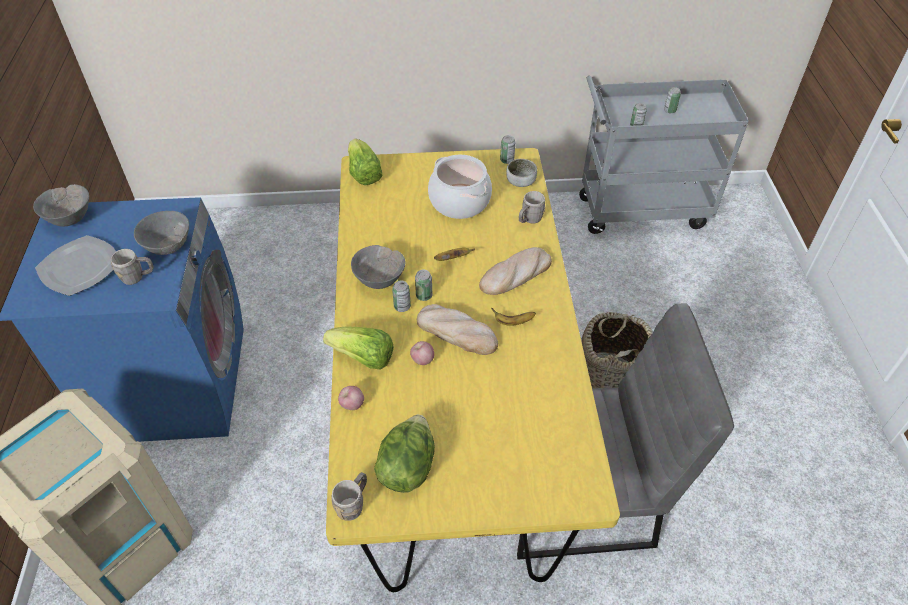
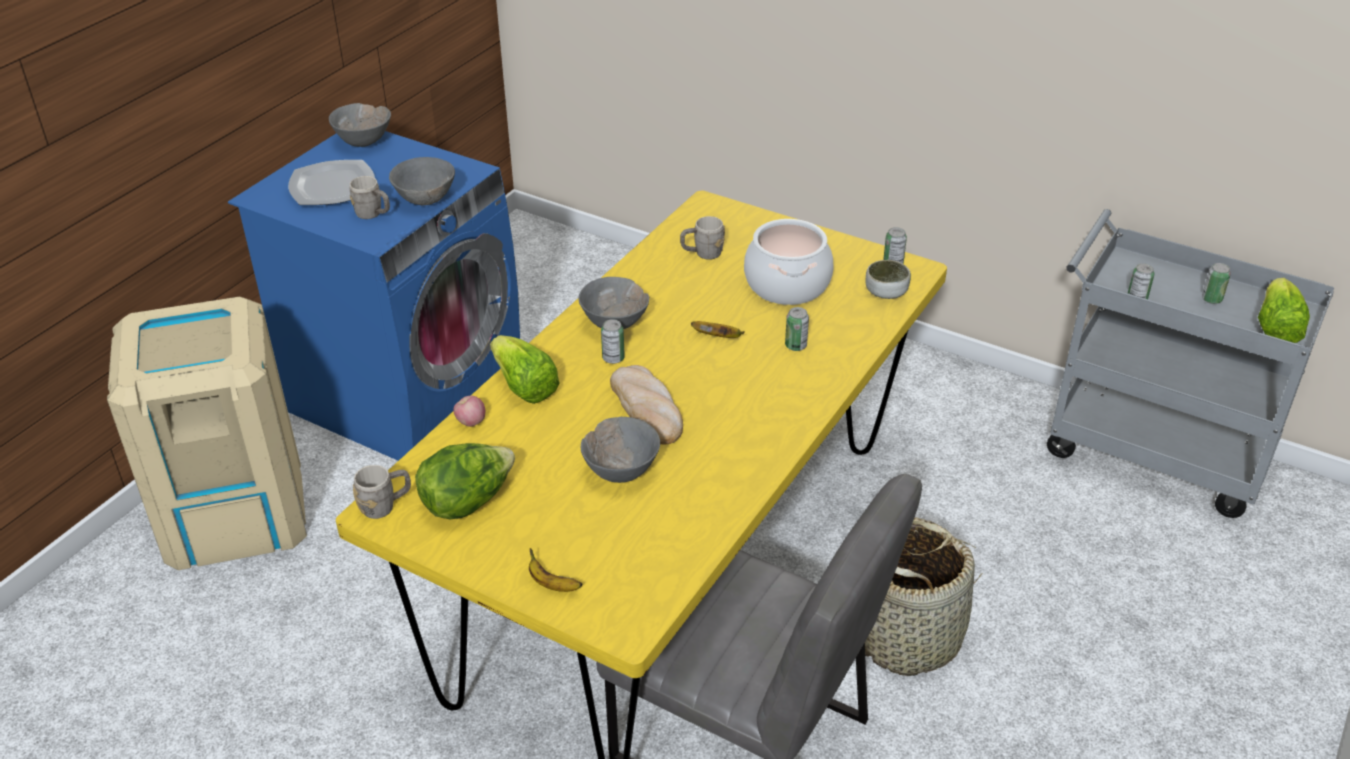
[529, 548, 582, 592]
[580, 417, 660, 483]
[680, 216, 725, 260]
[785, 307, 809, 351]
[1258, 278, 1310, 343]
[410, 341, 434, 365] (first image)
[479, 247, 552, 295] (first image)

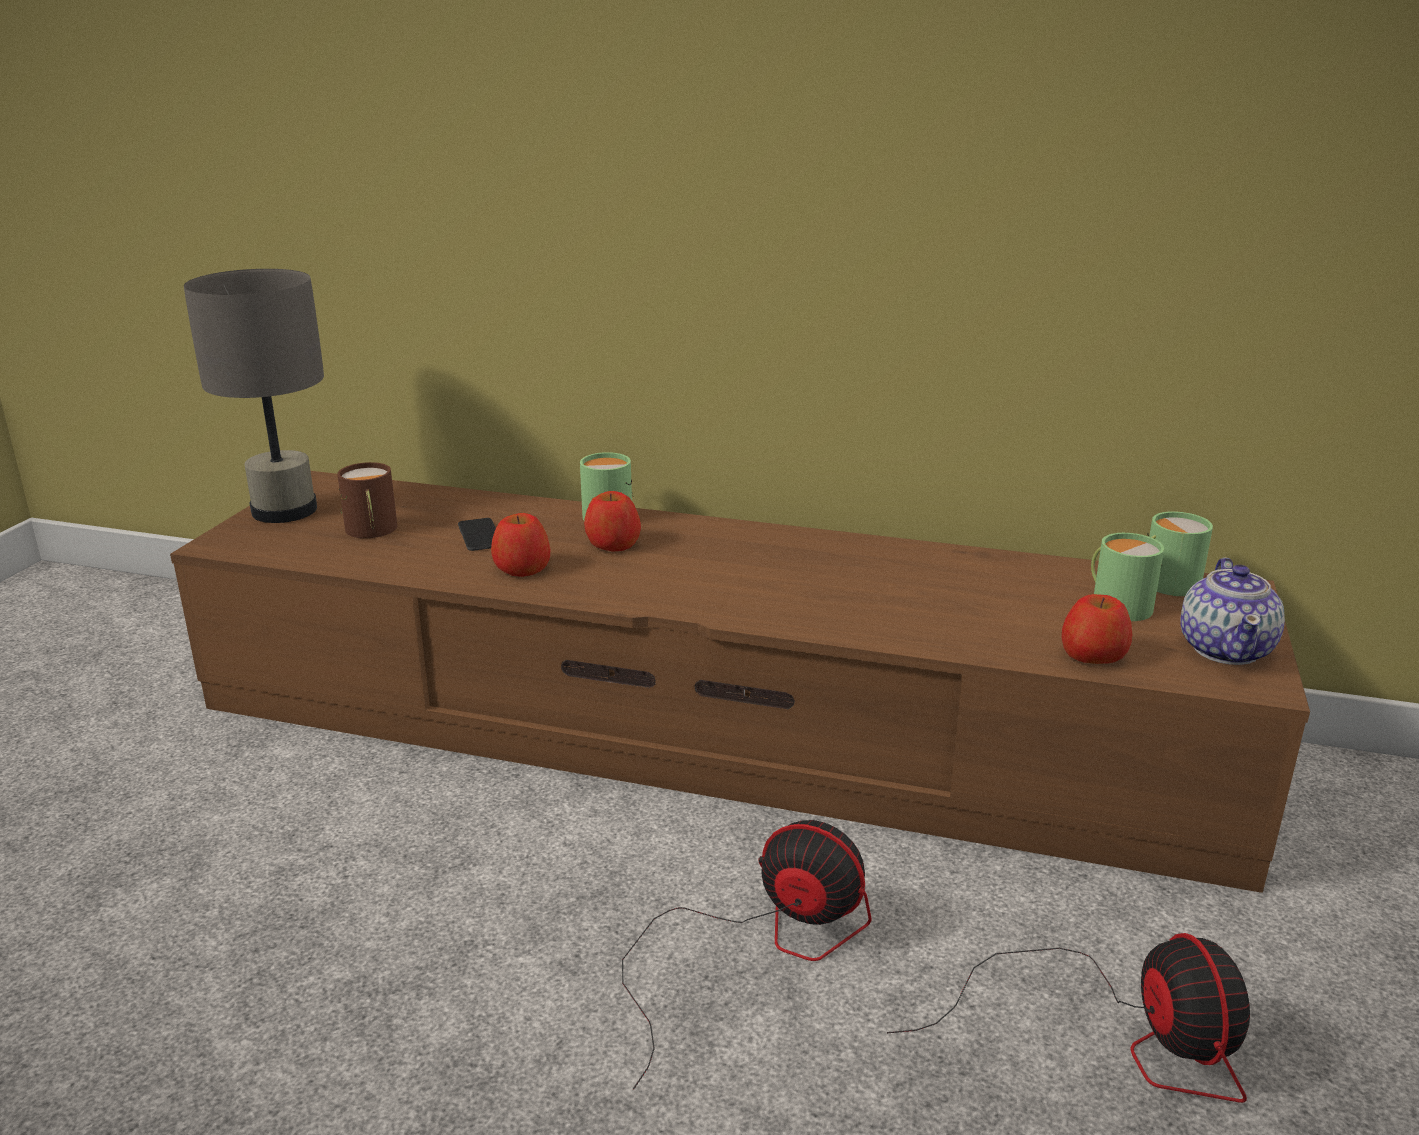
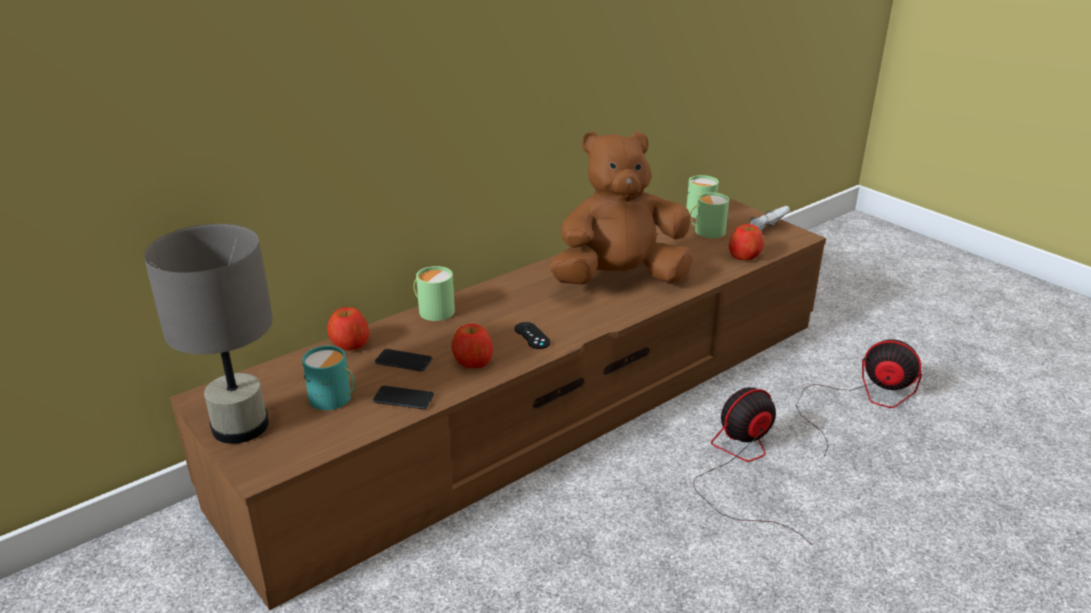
[302, 346, 356, 410]
[327, 307, 369, 351]
[373, 386, 434, 409]
[515, 322, 551, 349]
[550, 131, 693, 285]
[750, 206, 790, 231]

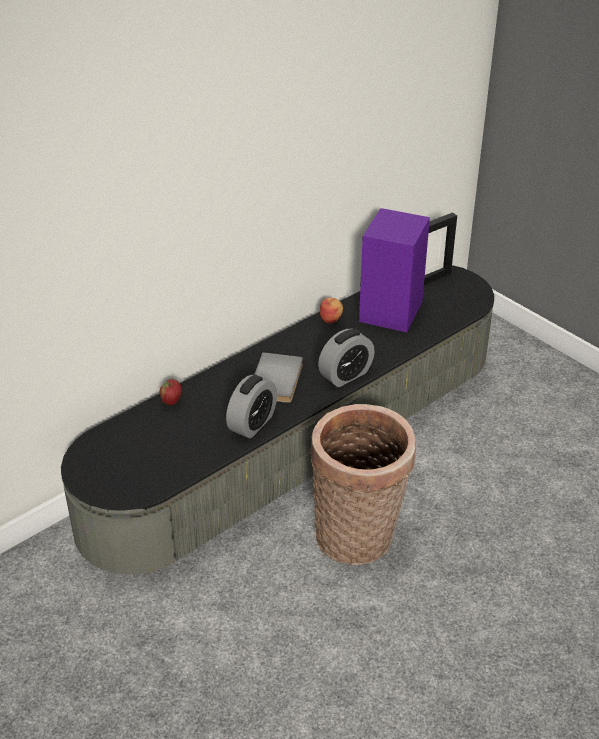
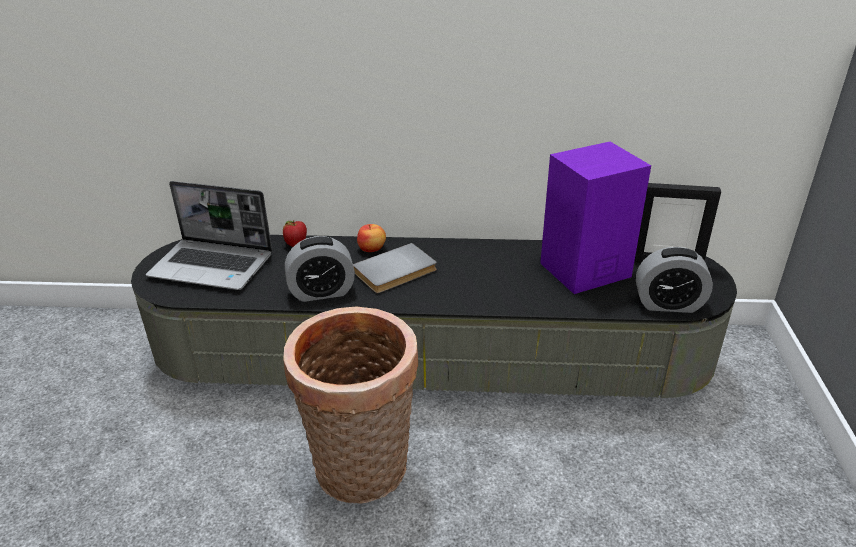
[146, 181, 272, 290]
[357, 224, 386, 252]
[636, 247, 713, 313]

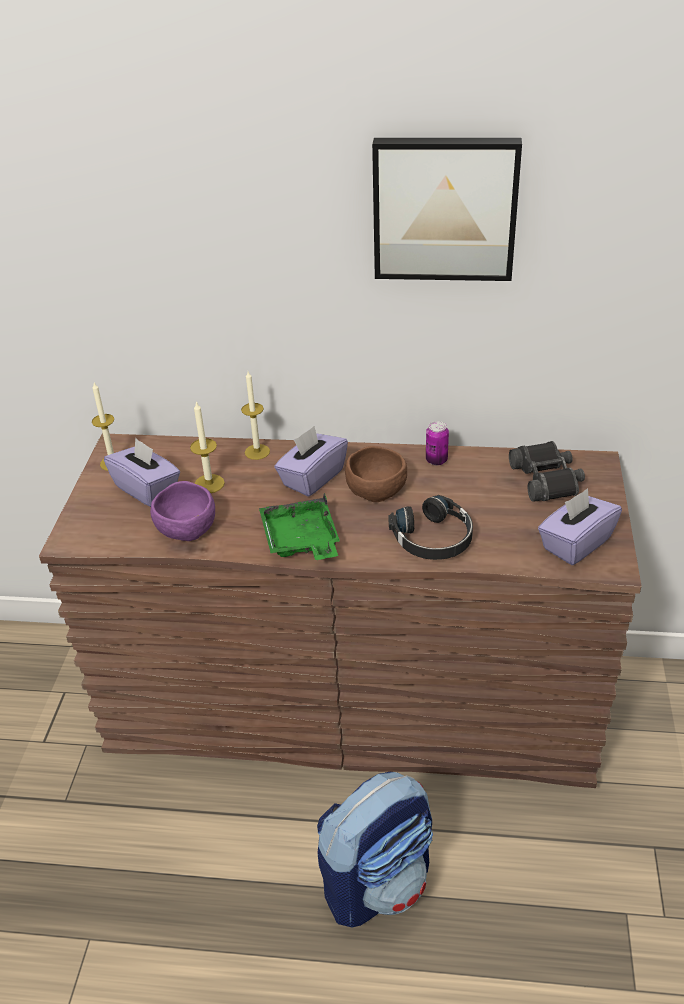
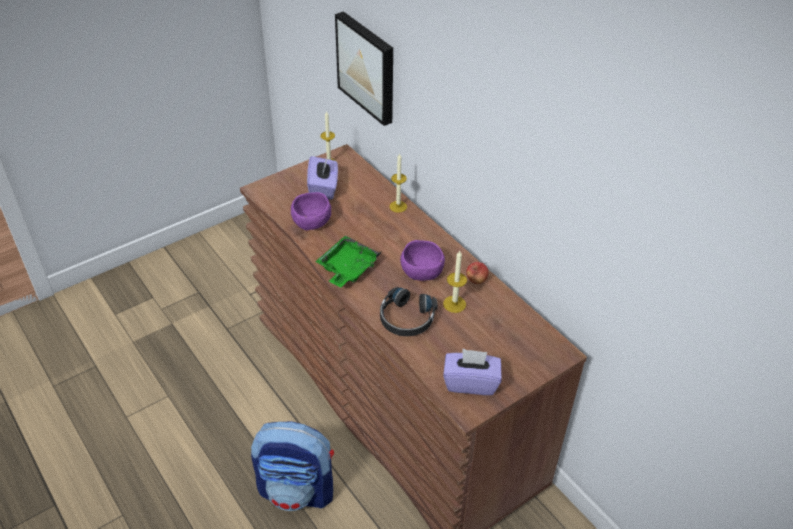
[335, 11, 393, 126]
[400, 240, 445, 281]
[443, 251, 467, 313]
[466, 262, 488, 284]
[274, 426, 348, 497] (first image)
[509, 441, 585, 502] (first image)

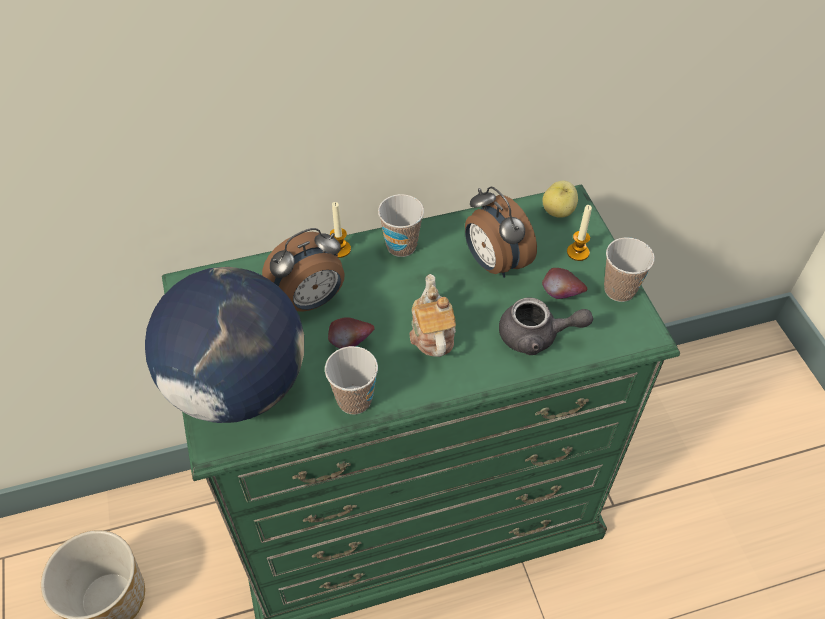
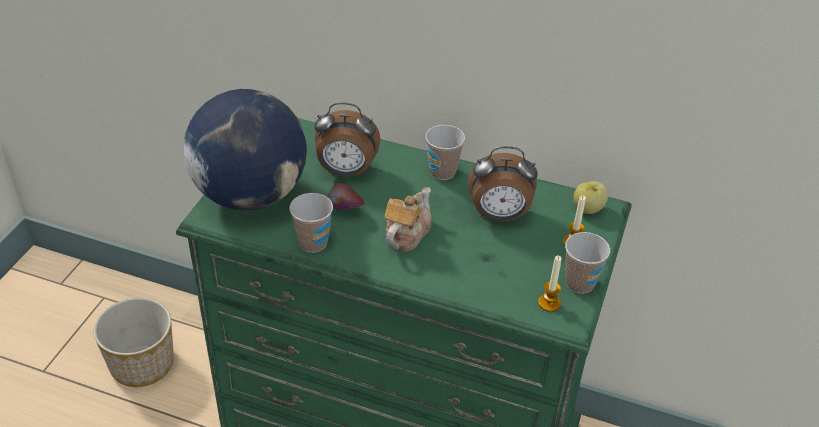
[468, 146, 538, 222]
[538, 255, 561, 312]
[499, 298, 593, 355] (first image)
[542, 268, 587, 299] (first image)

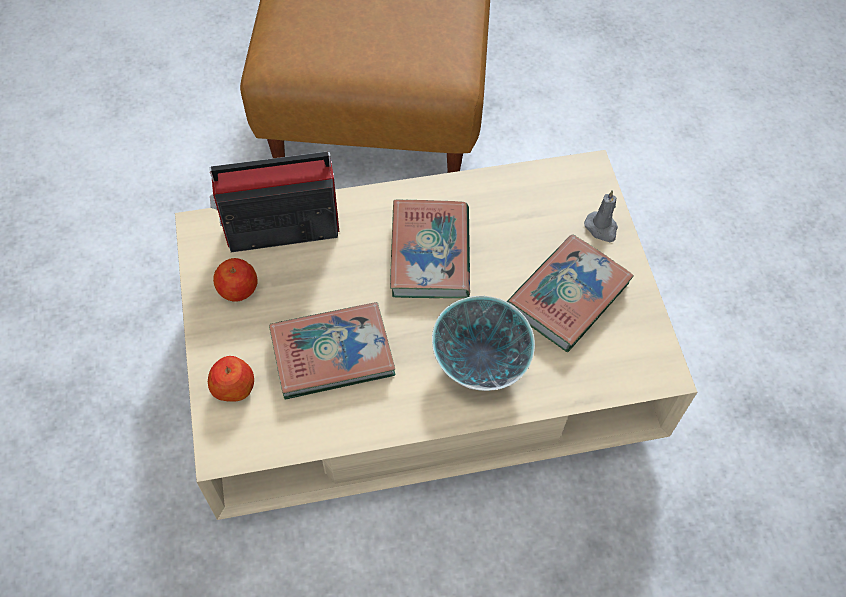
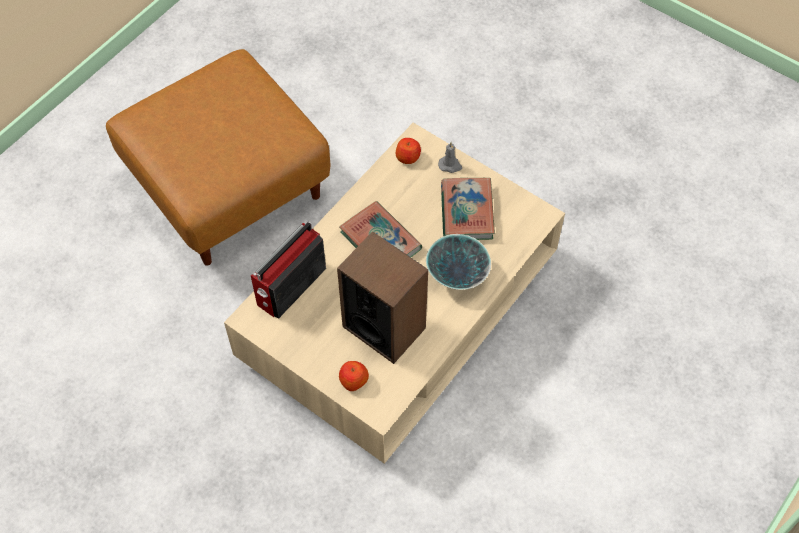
[337, 231, 428, 364]
[396, 138, 421, 164]

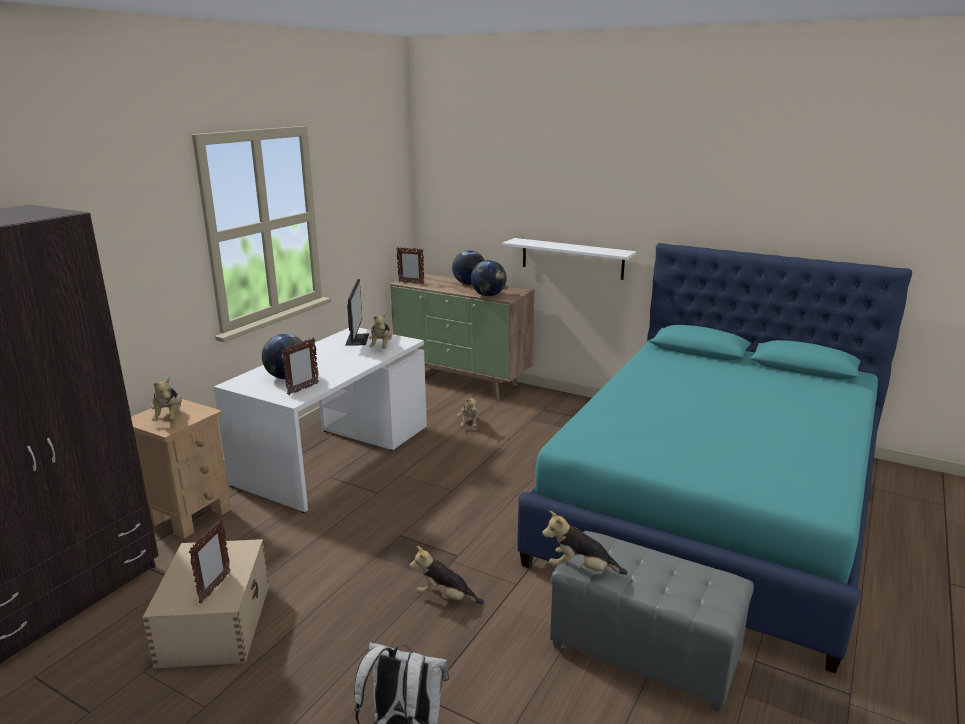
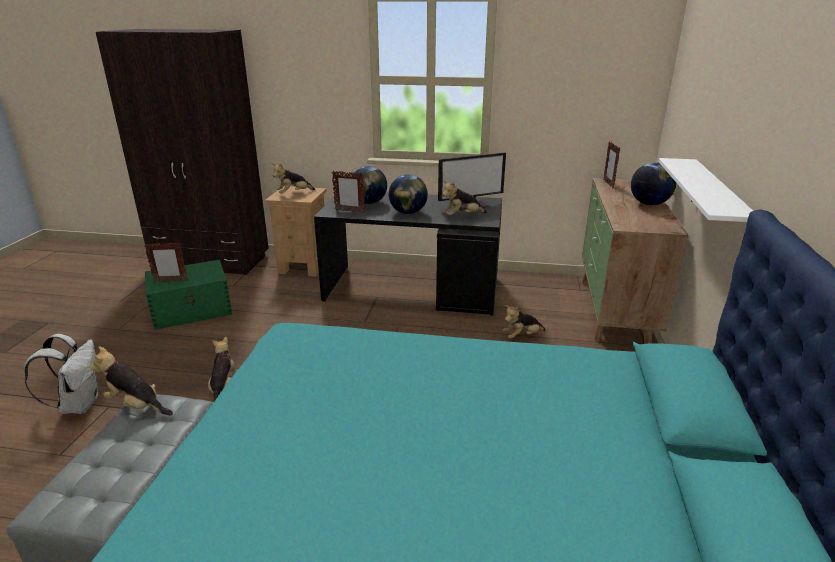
[90, 346, 173, 415]
[145, 260, 232, 330]
[314, 192, 502, 315]
[389, 174, 428, 214]

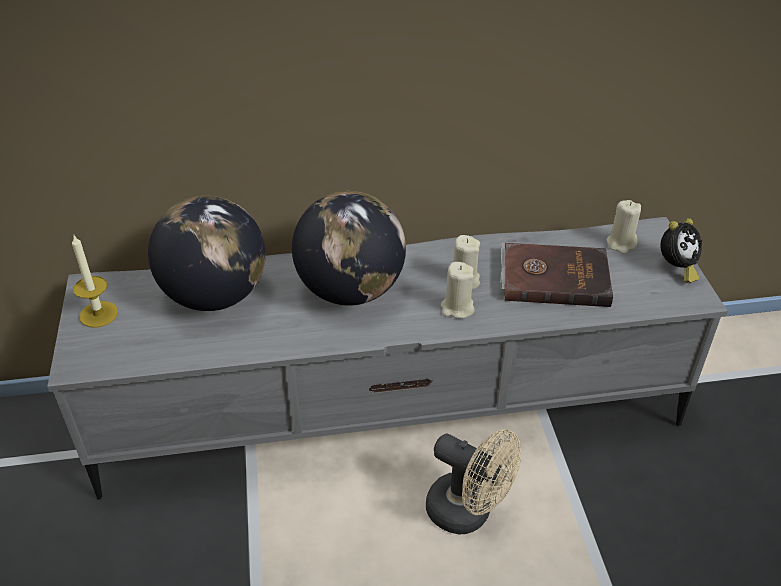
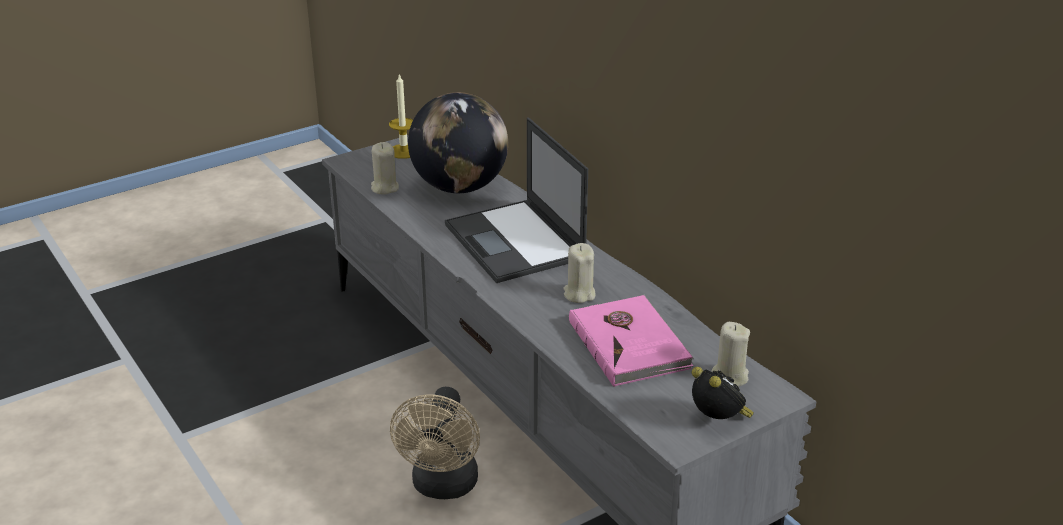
[371, 142, 399, 195]
[445, 118, 588, 283]
[569, 295, 694, 387]
[691, 367, 754, 419]

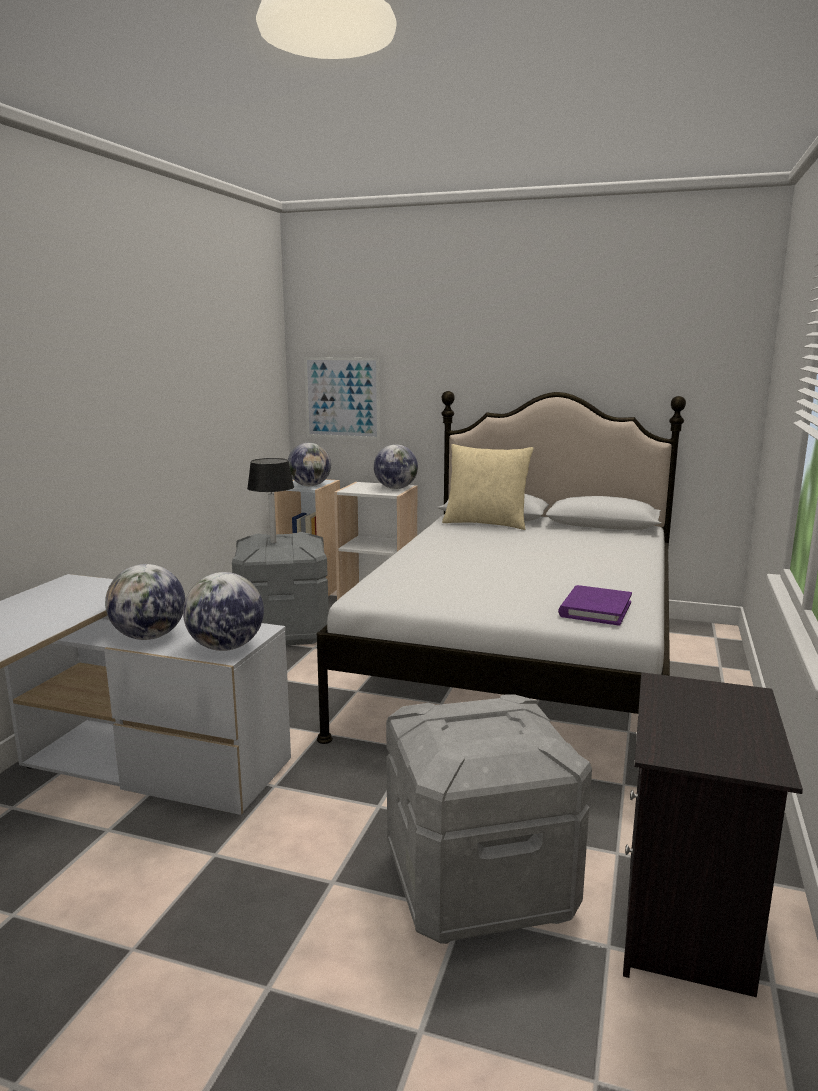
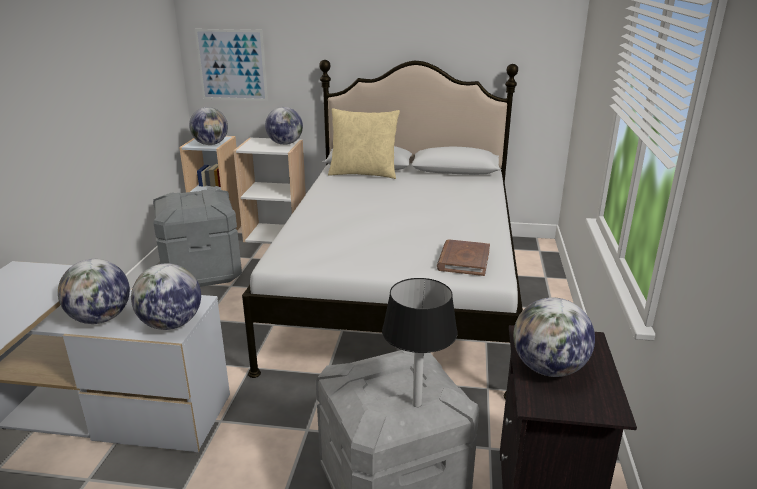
[382, 278, 458, 407]
[437, 239, 490, 276]
[513, 298, 595, 377]

